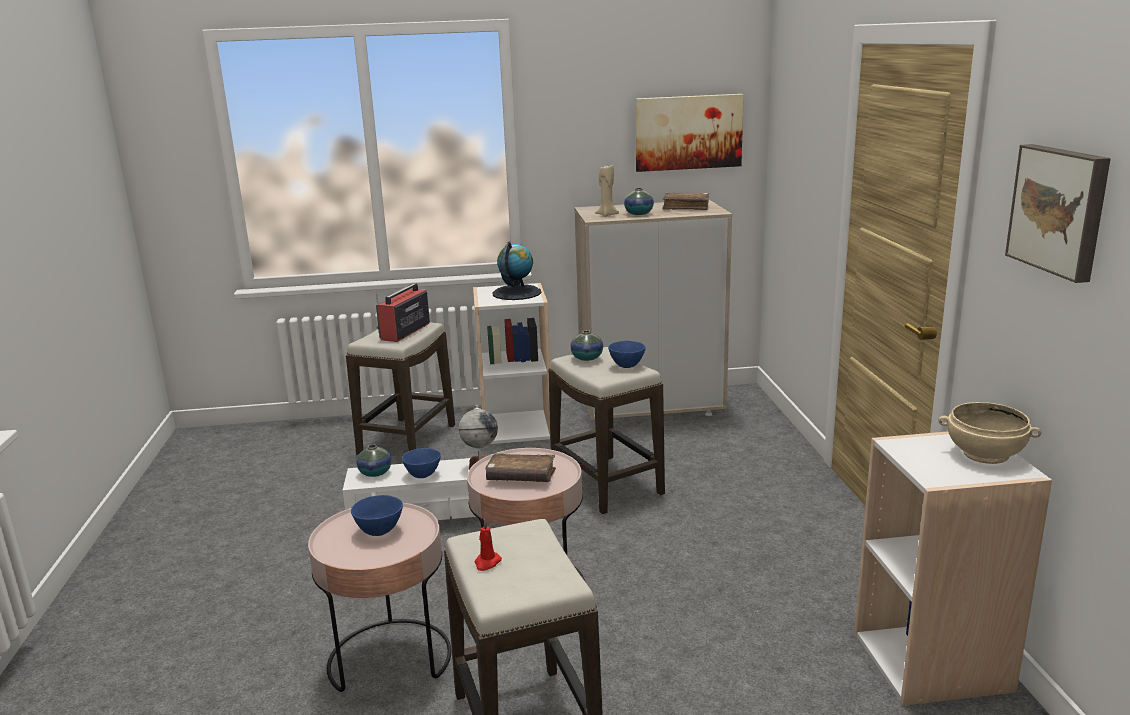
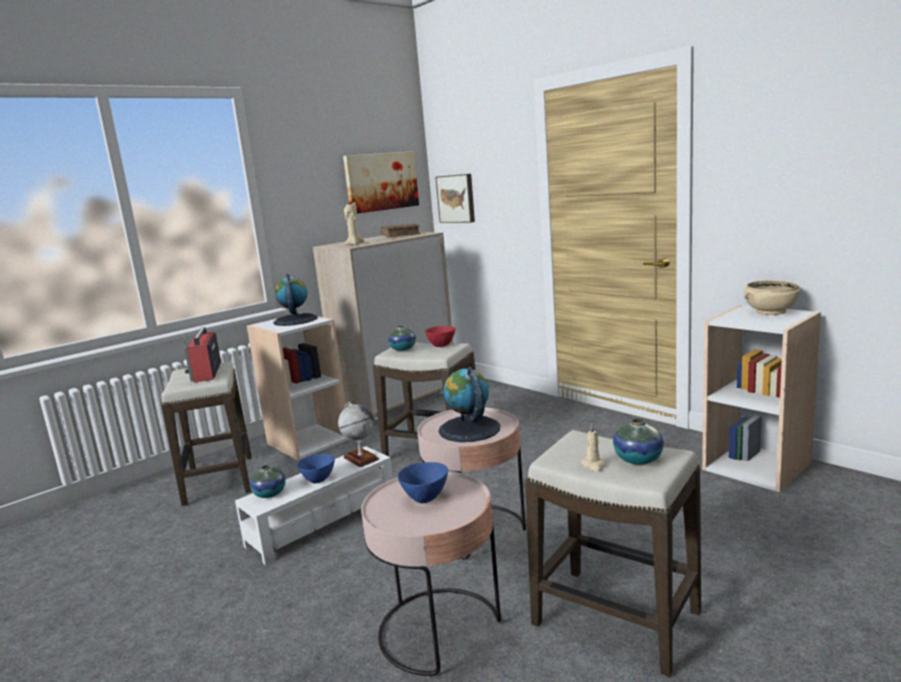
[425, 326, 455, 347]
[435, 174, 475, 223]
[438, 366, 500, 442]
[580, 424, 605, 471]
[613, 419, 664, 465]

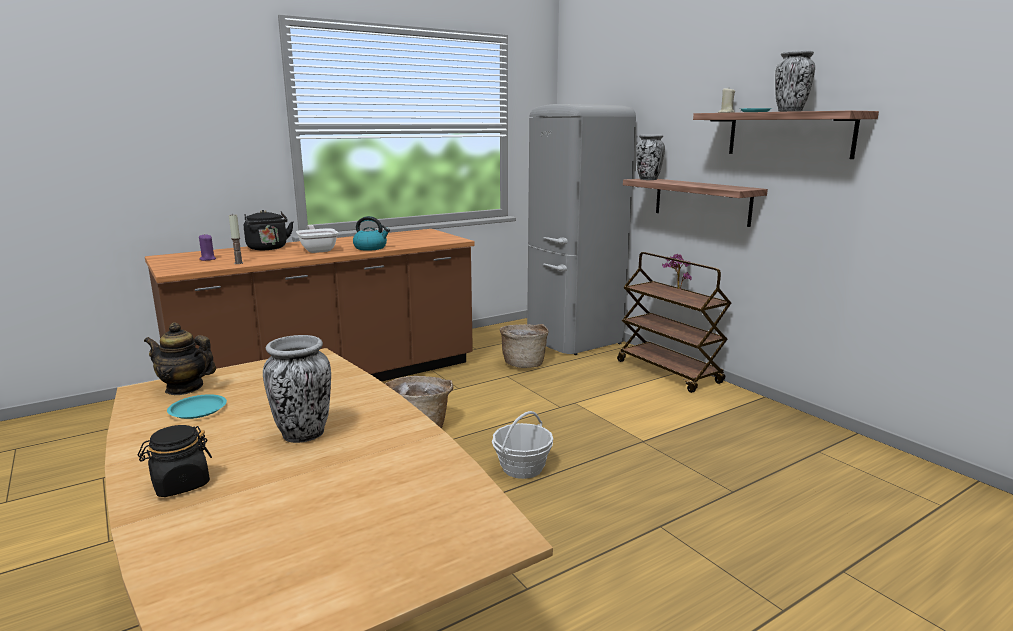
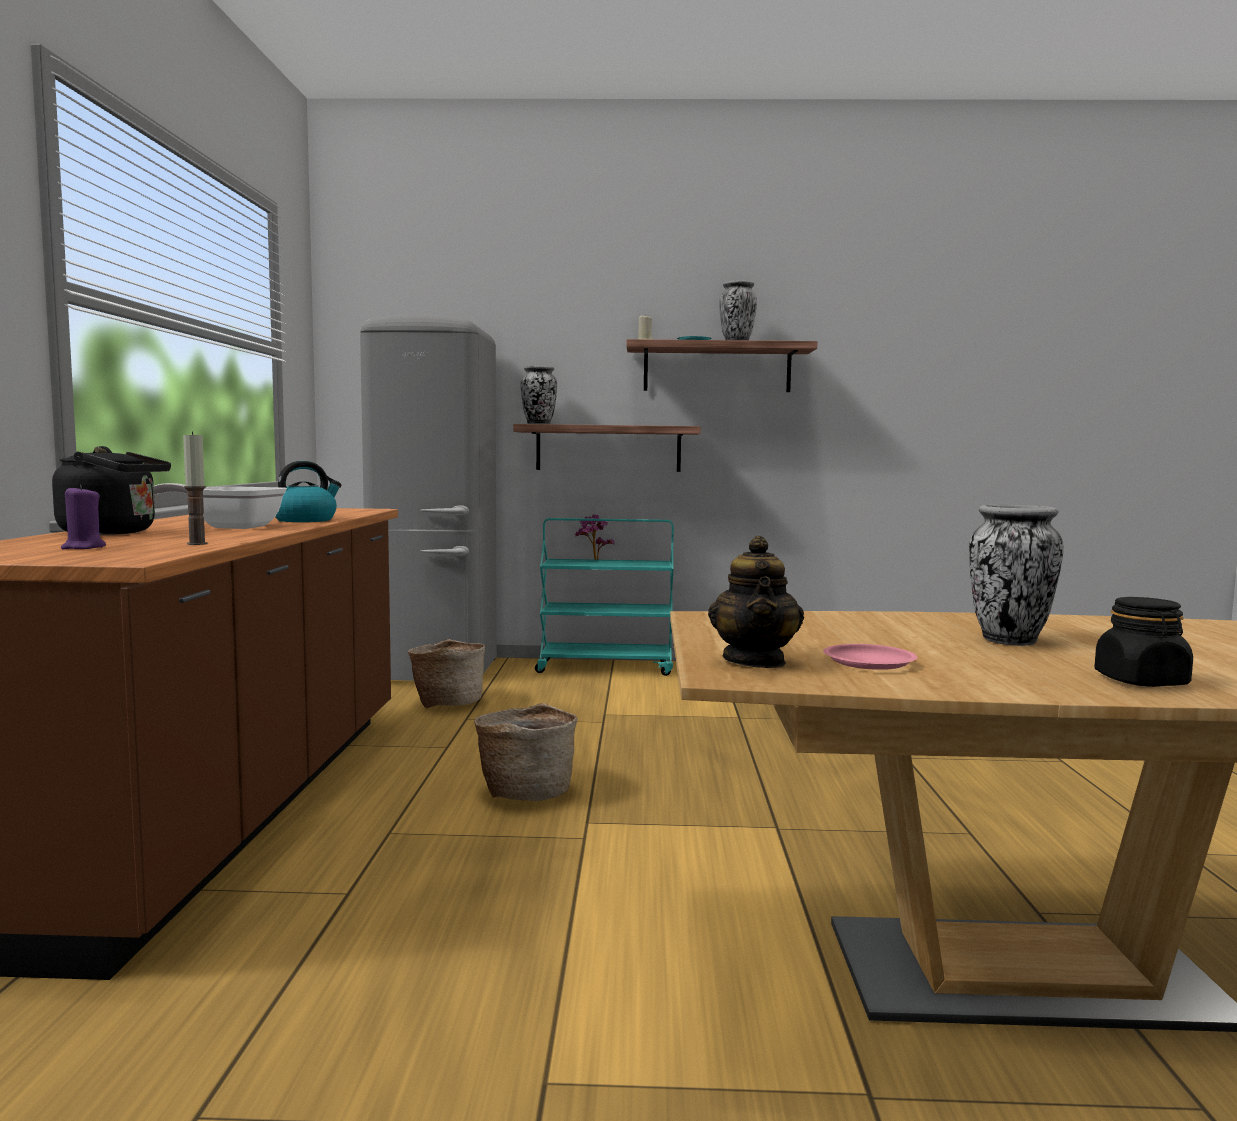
[535, 518, 674, 676]
[708, 536, 804, 668]
[823, 644, 918, 670]
[492, 411, 553, 479] (first image)

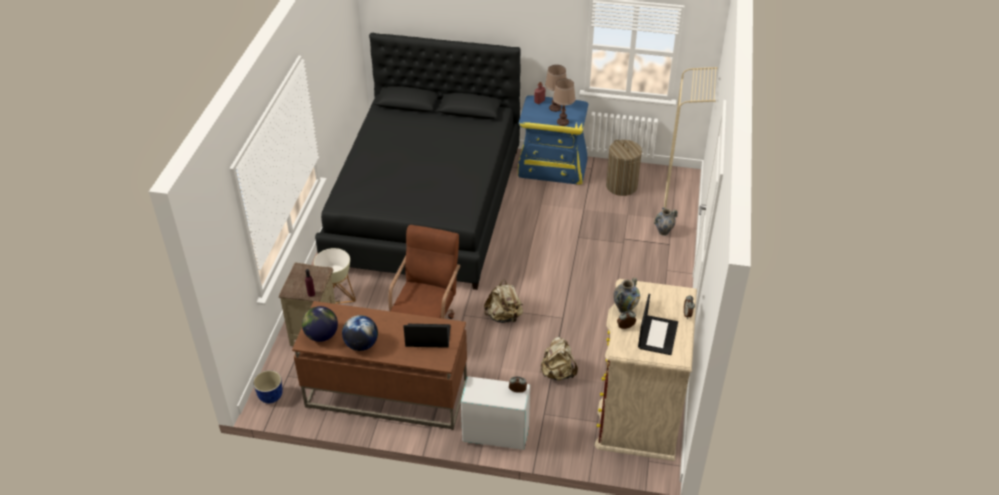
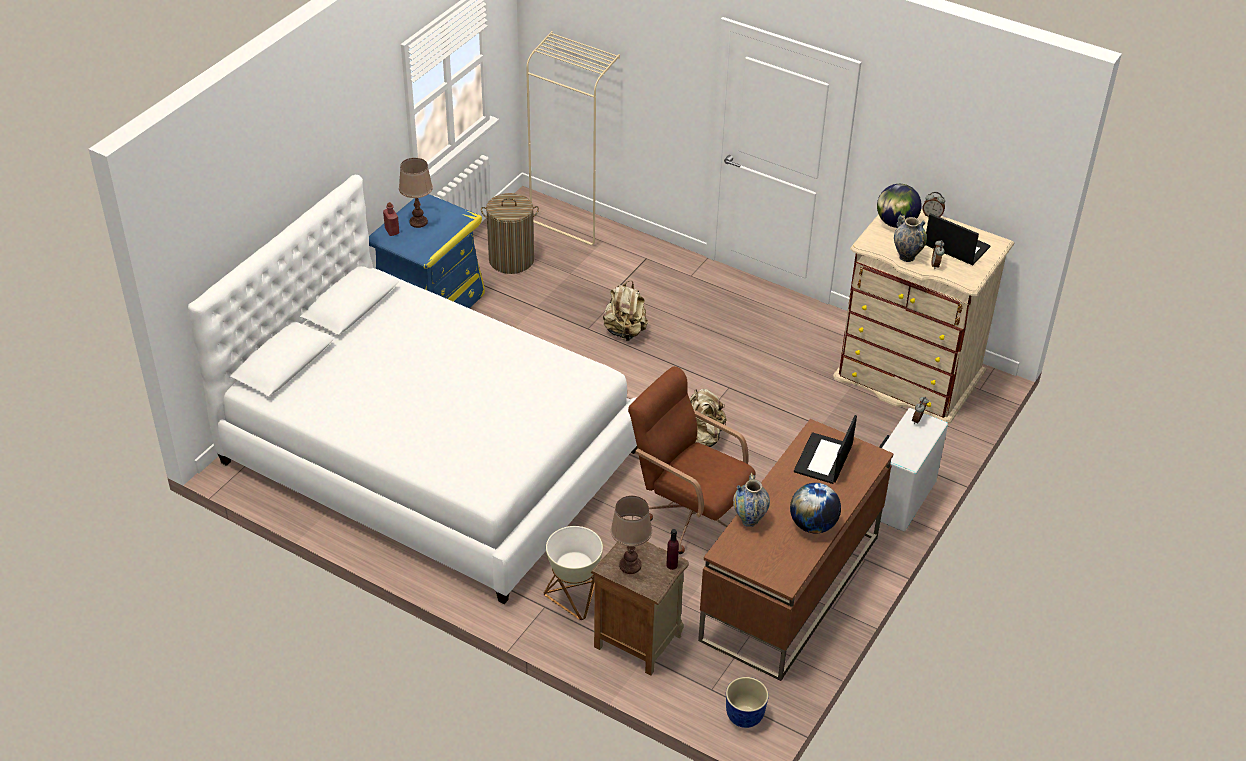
[188, 175, 637, 604]
[603, 281, 648, 341]
[611, 496, 652, 574]
[733, 473, 770, 527]
[877, 184, 922, 228]

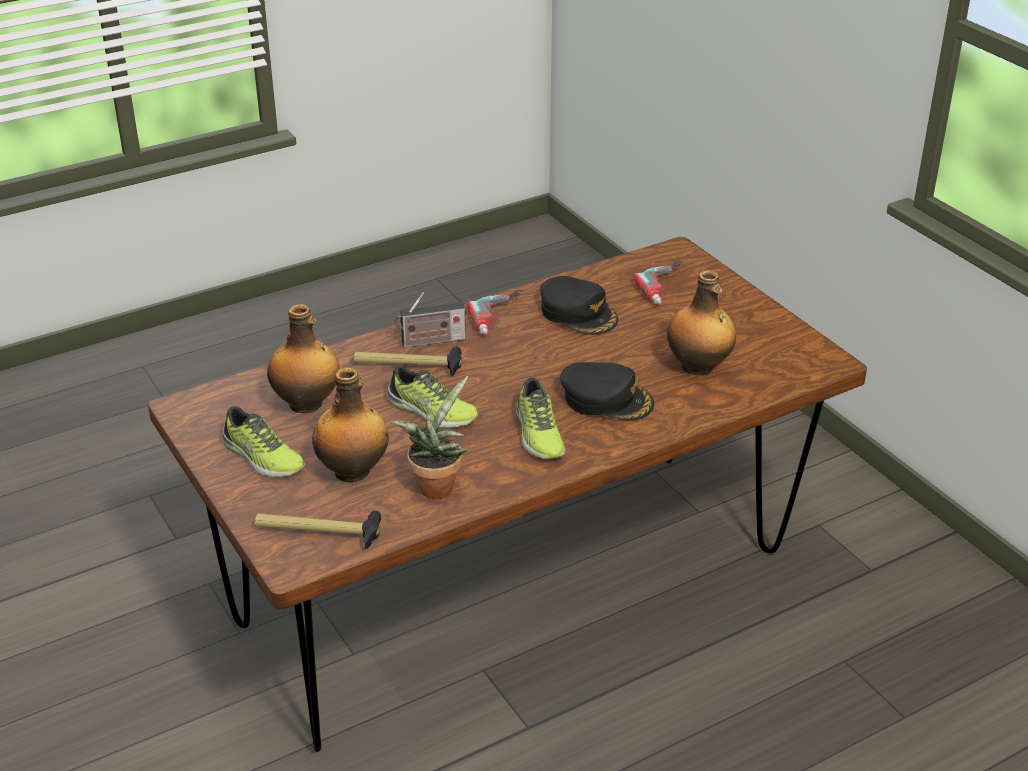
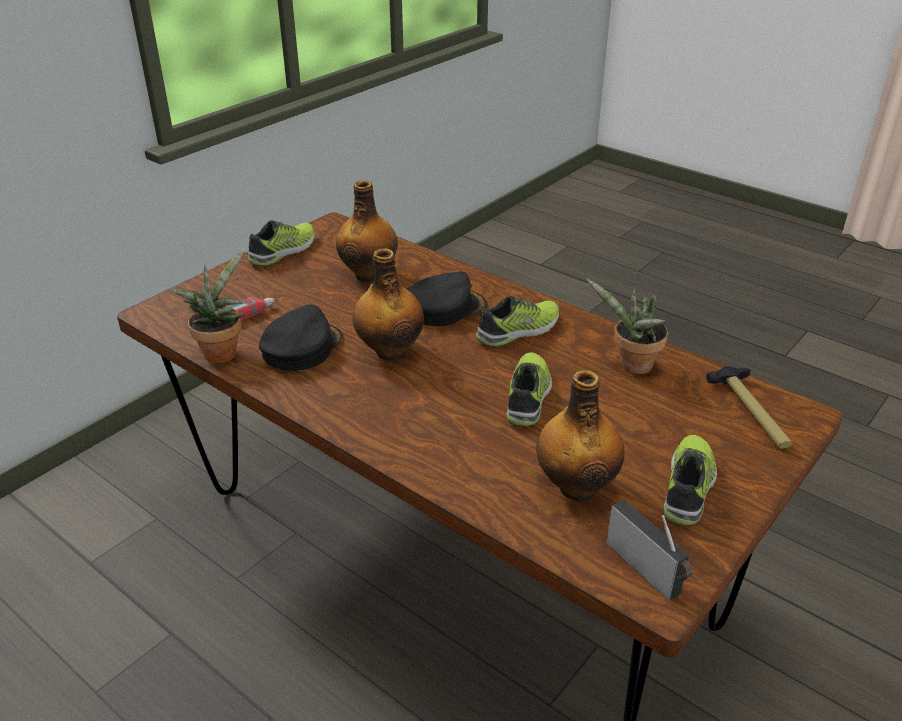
[168, 249, 246, 363]
[248, 220, 315, 266]
[353, 248, 424, 361]
[407, 271, 488, 326]
[606, 499, 692, 600]
[353, 347, 462, 376] (first image)
[467, 289, 523, 334] (first image)

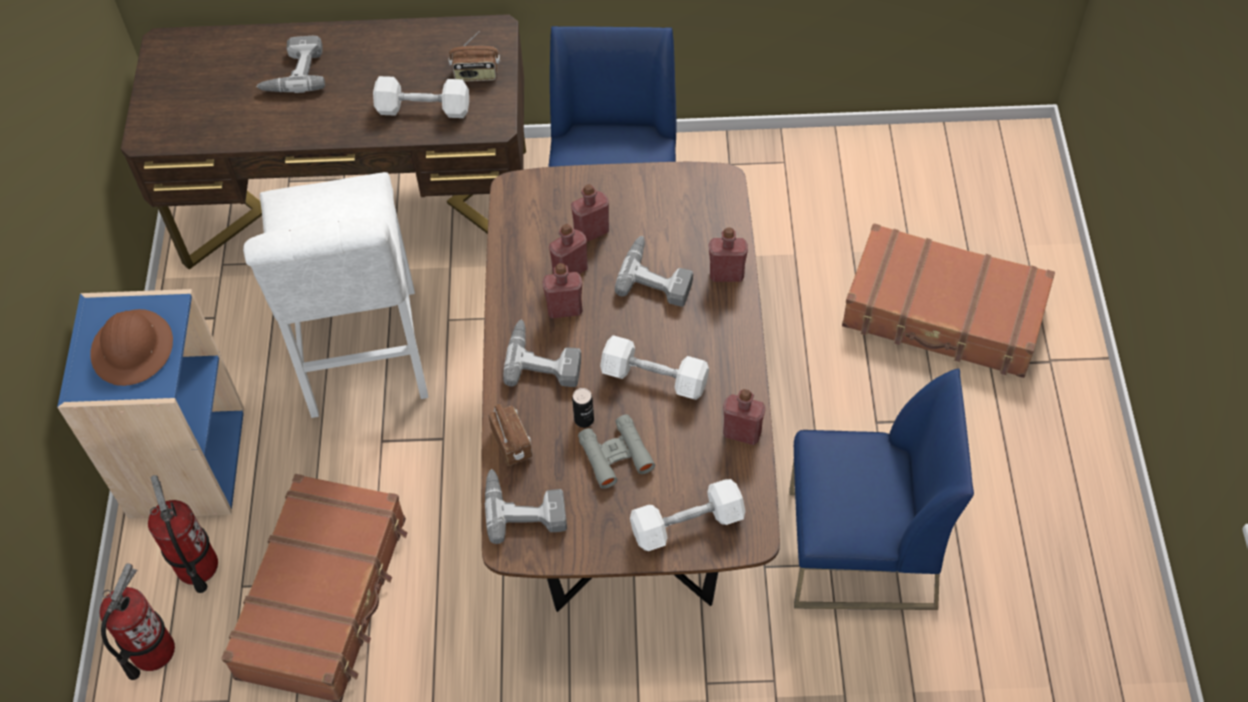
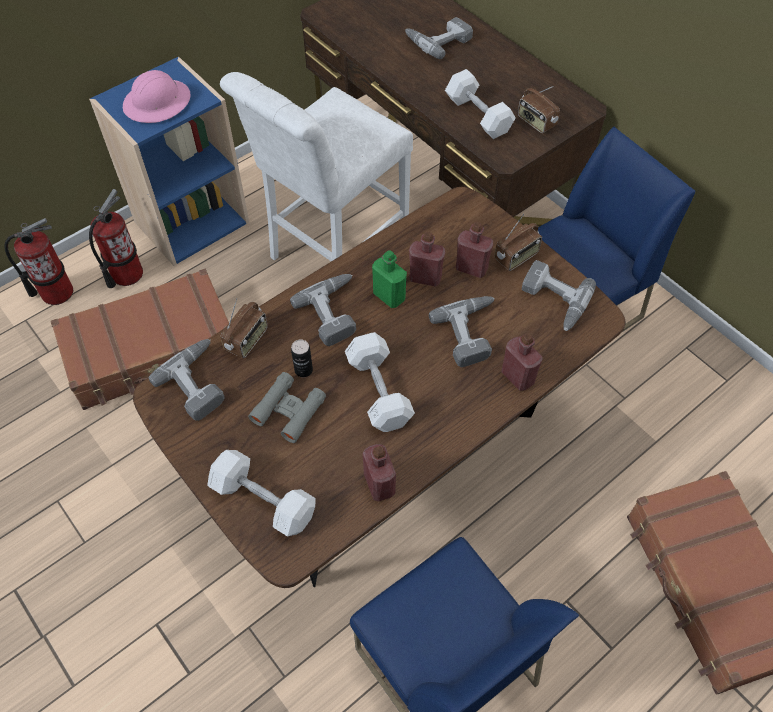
[123, 70, 190, 123]
[372, 250, 407, 308]
[494, 214, 542, 271]
[522, 260, 596, 331]

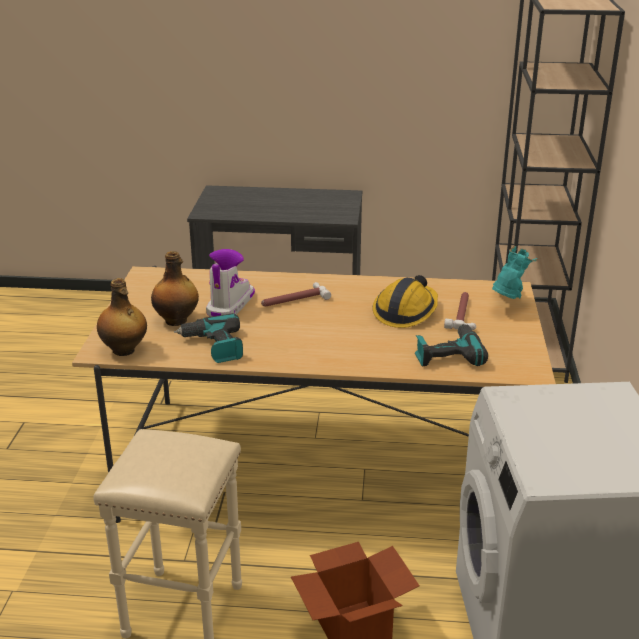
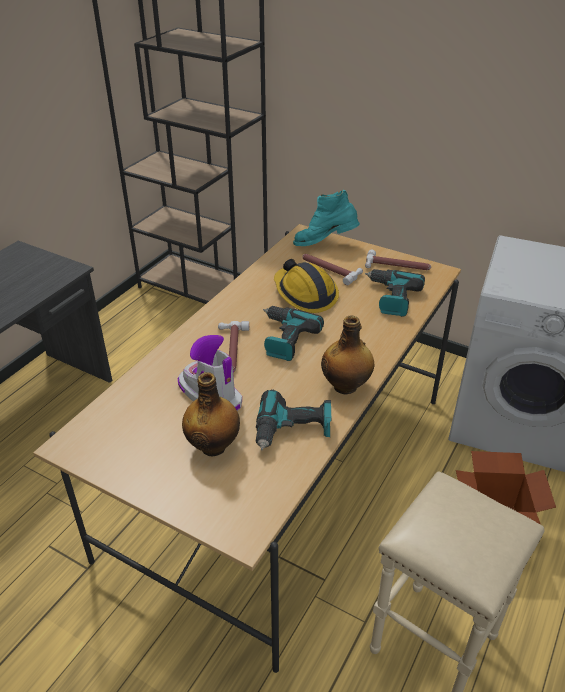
[263, 306, 324, 361]
[293, 190, 360, 246]
[321, 315, 375, 395]
[365, 250, 431, 270]

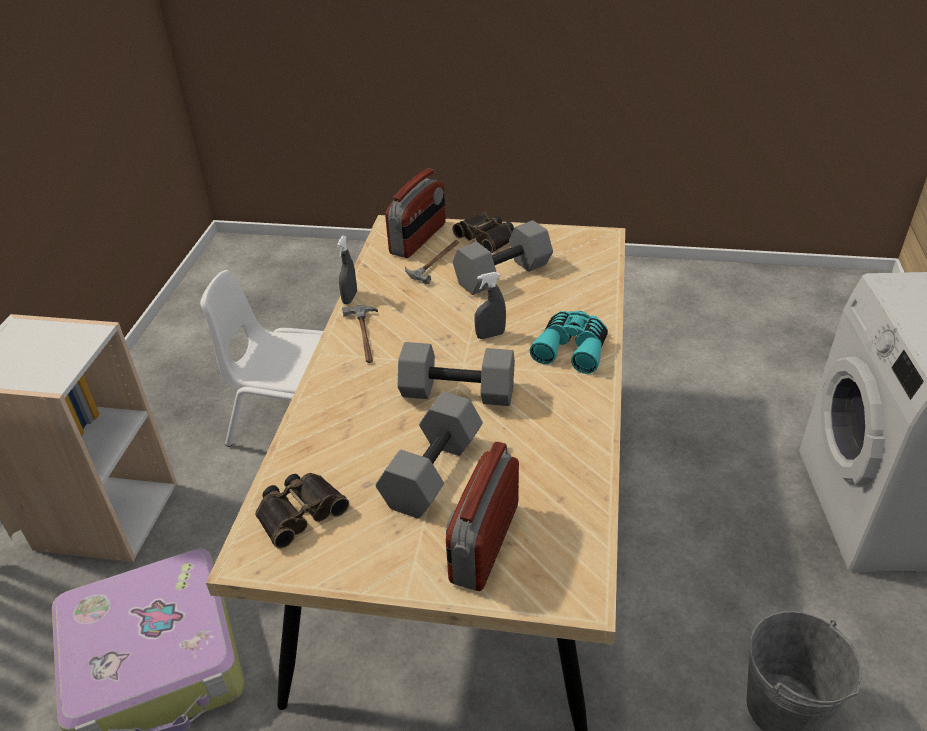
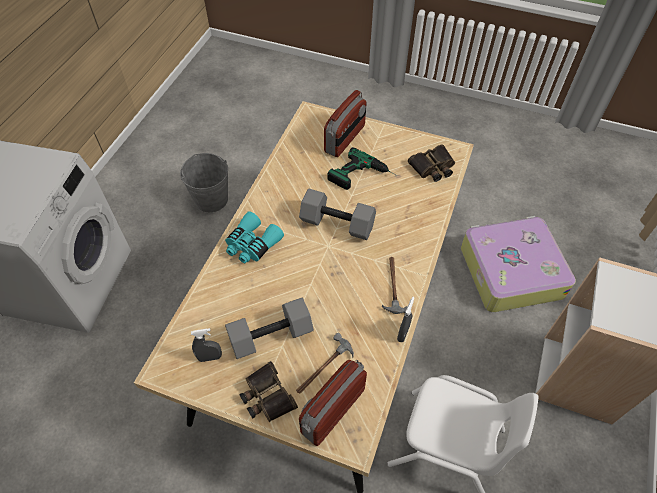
[191, 328, 222, 362]
[328, 147, 397, 190]

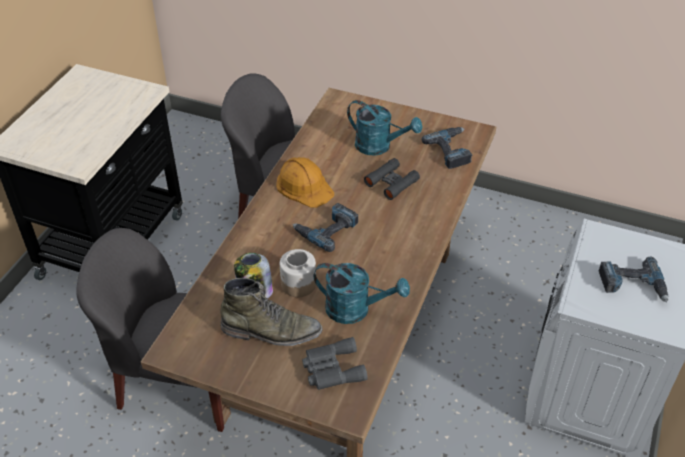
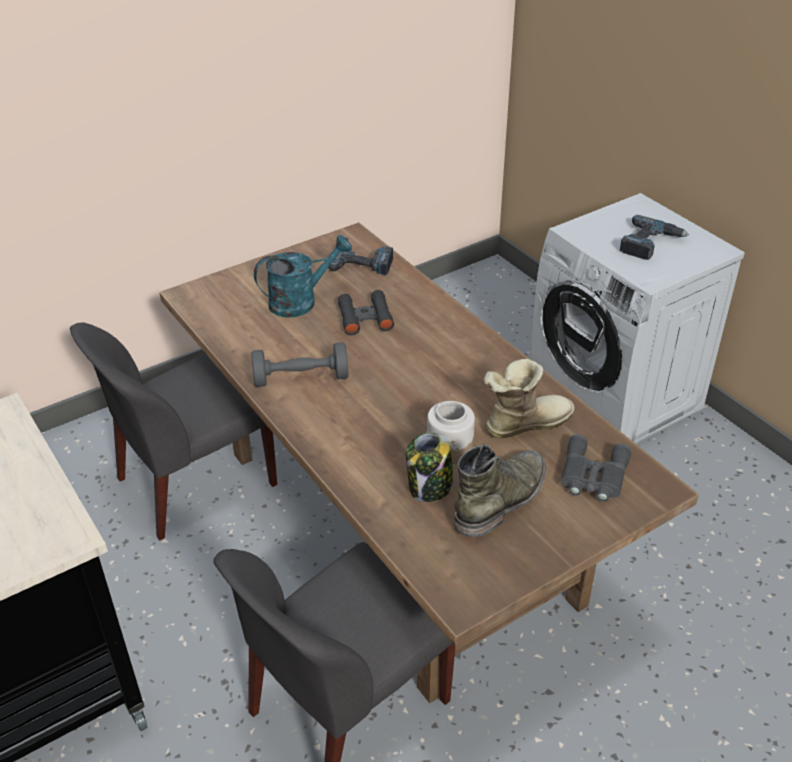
[251, 342, 348, 387]
[484, 359, 575, 438]
[292, 203, 358, 252] (first image)

